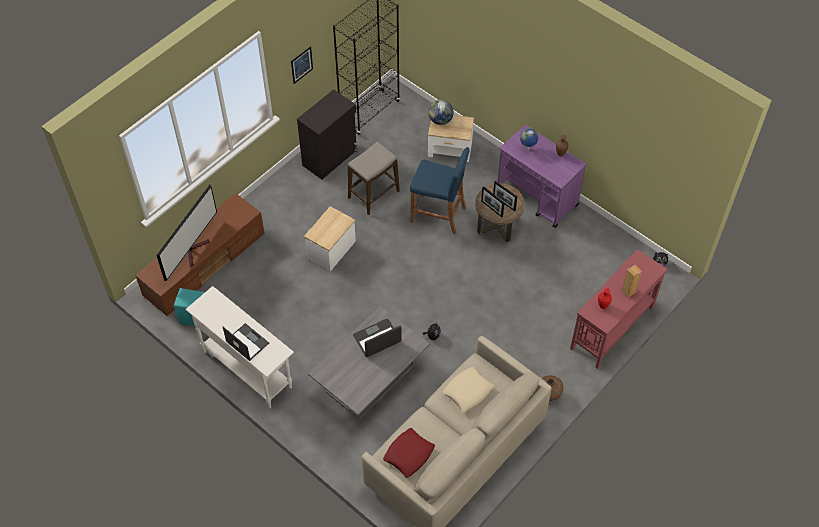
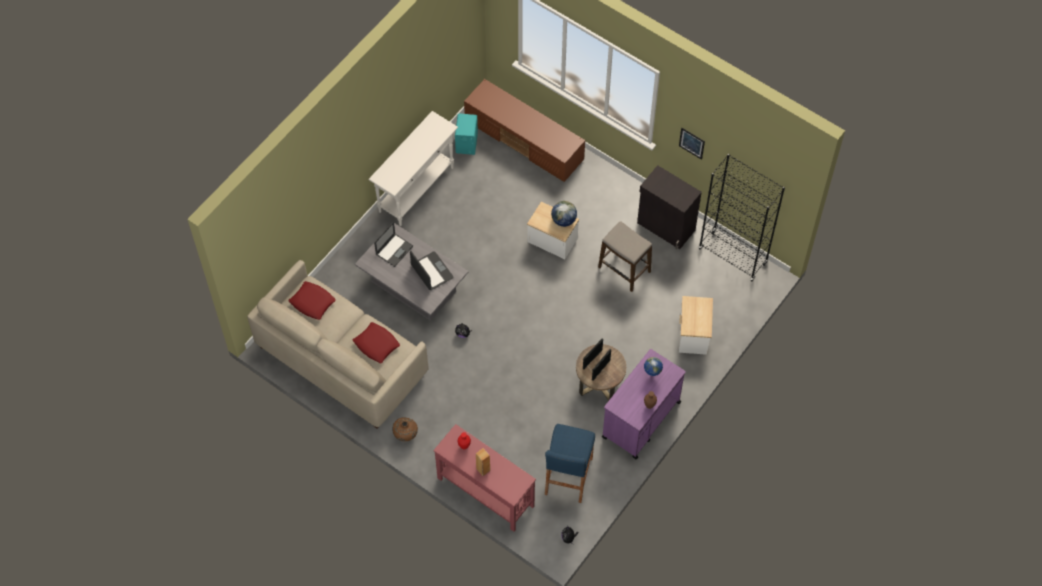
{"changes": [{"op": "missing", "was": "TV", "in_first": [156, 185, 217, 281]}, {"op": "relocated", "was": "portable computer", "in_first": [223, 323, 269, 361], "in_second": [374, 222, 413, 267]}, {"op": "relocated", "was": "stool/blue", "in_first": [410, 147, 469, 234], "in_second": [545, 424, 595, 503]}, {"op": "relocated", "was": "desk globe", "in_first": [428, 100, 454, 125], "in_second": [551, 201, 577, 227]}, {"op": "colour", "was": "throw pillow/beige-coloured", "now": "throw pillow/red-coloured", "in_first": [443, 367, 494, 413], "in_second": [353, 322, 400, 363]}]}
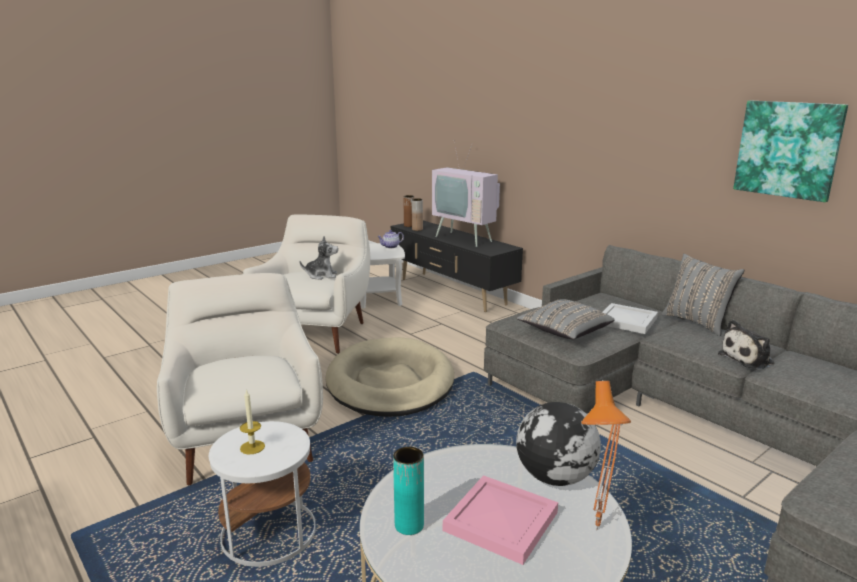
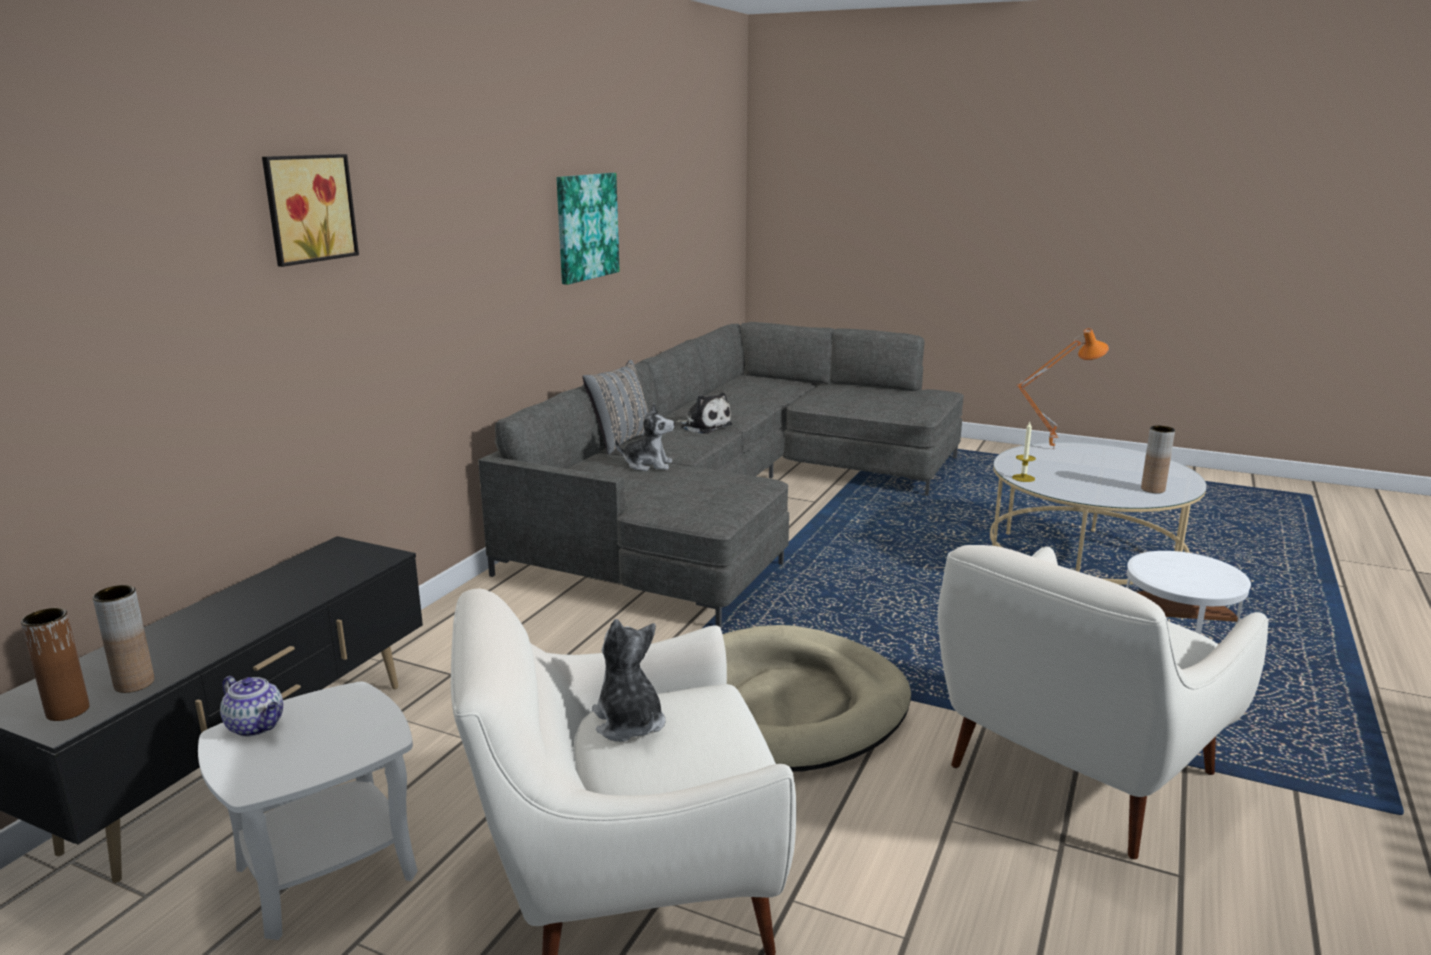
{"changes": [{"op": "missing", "was": "TV", "in_first": [432, 142, 500, 247]}, {"op": "missing", "was": "carrying tray/pink", "in_first": [443, 475, 558, 565]}, {"op": "missing", "was": "desk globe", "in_first": [516, 402, 601, 486]}, {"op": "missing", "was": "throw pillow/greyish", "in_first": [517, 299, 615, 339]}, {"op": "appeared", "now": "wall picture", "in_second": [262, 154, 359, 267]}, {"op": "relocated", "was": "candle", "in_first": [240, 389, 265, 454], "in_second": [1012, 422, 1036, 482]}, {"op": "exchanged", "was": "carrying tray/white-coloured", "now": "plush toy", "in_first": [603, 303, 658, 334], "in_second": [615, 403, 675, 471]}, {"op": "colour", "was": "vase/blue-green", "now": "vase/brown-coloured", "in_first": [393, 447, 424, 535], "in_second": [1141, 426, 1175, 493]}]}
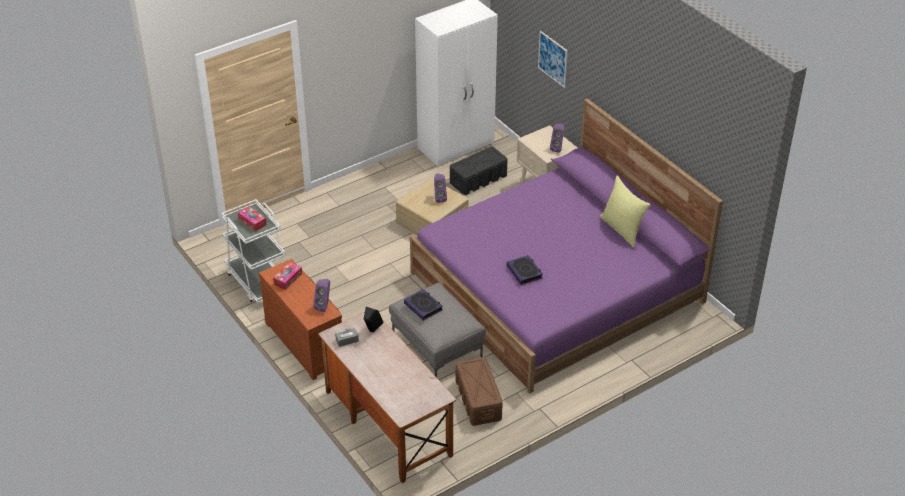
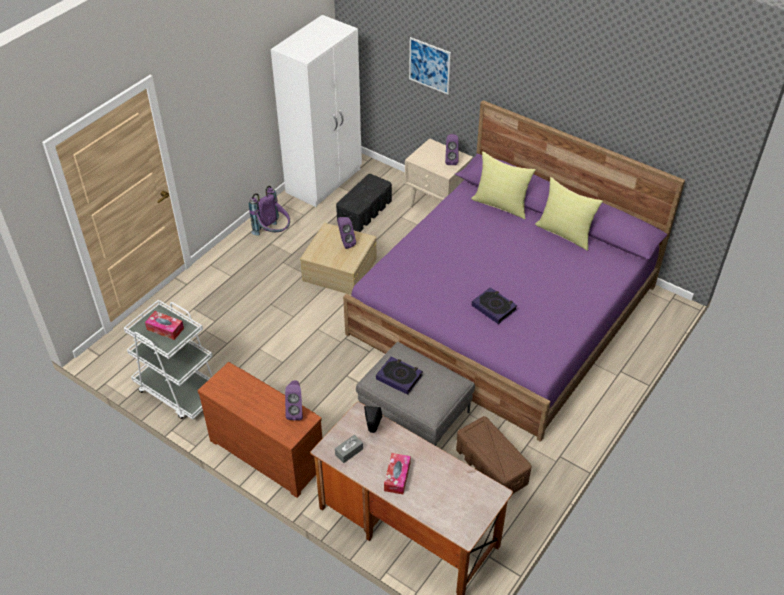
{"changes": [{"op": "appeared", "now": "backpack/purplish", "in_second": [249, 186, 290, 235]}, {"op": "appeared", "now": "throw pillow/yellowish", "in_second": [471, 151, 536, 219]}, {"op": "relocated", "was": "box of tissues", "in_first": [273, 262, 302, 290], "in_second": [384, 453, 411, 494]}]}
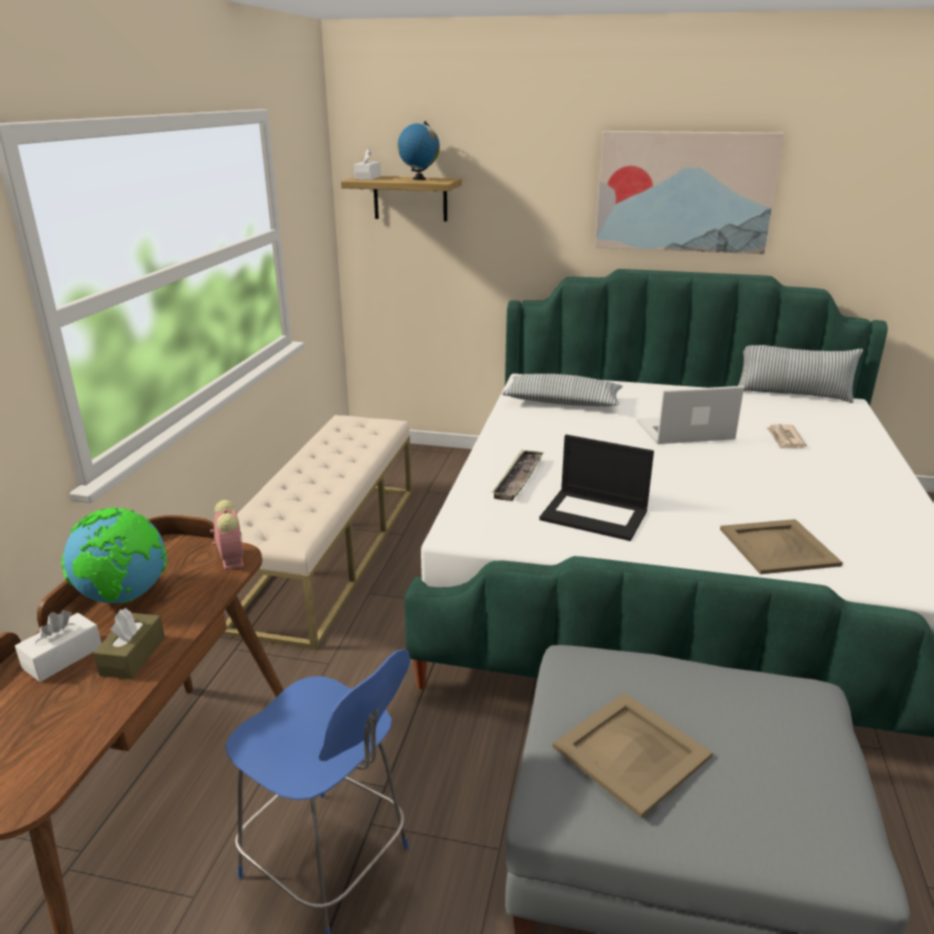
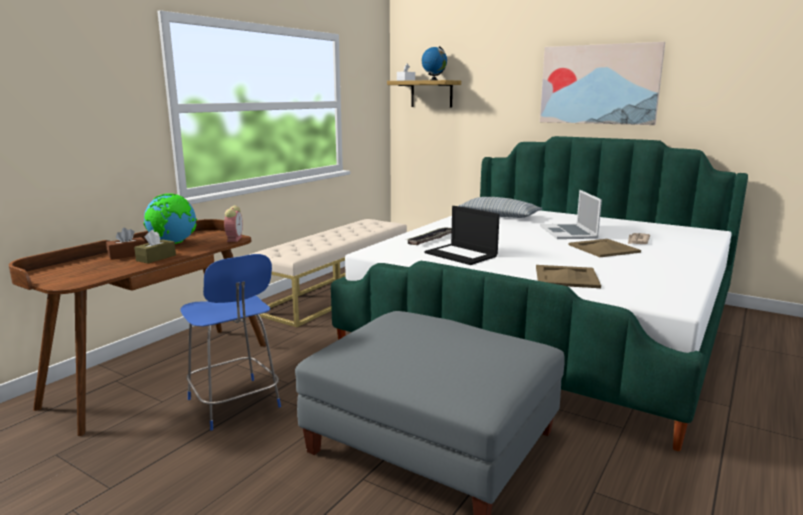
{"changes": [{"op": "missing", "was": "throw pillow", "in_first": [738, 345, 863, 403]}, {"op": "relocated", "was": "carrying tray/beige-coloured", "in_first": [552, 693, 713, 818], "in_second": [569, 239, 641, 257]}, {"op": "colour", "was": "box of tissues/white-coloured", "now": "box of tissues/brown-coloured", "in_first": [15, 610, 102, 682], "in_second": [106, 228, 146, 260]}, {"op": "spun", "was": "portable computer", "in_first": [637, 386, 744, 444], "in_second": [540, 190, 602, 239], "clockwise": -105}]}
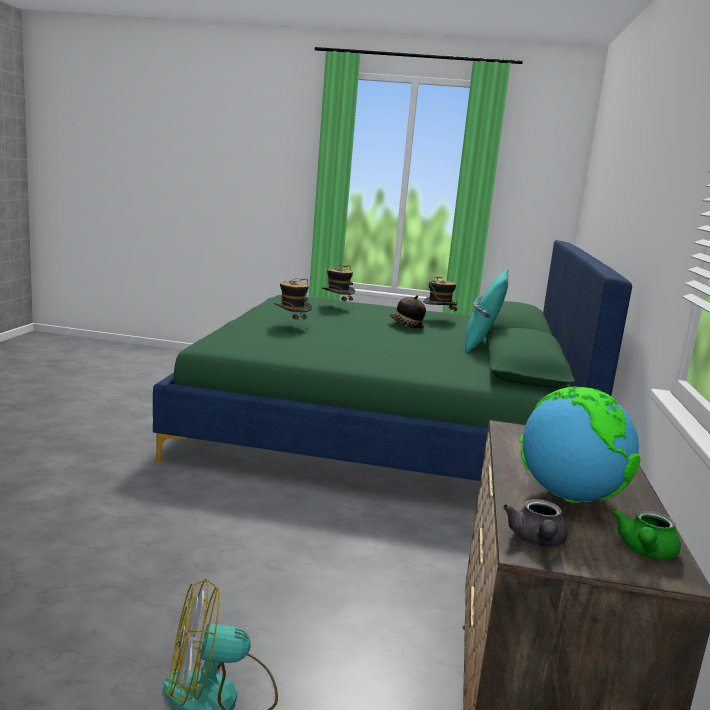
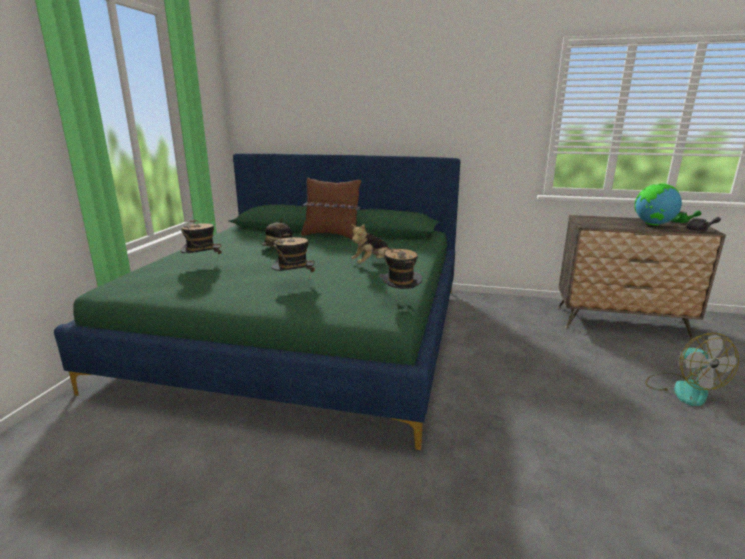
{"changes": [{"op": "appeared", "now": "plush toy", "in_second": [351, 224, 390, 264]}, {"op": "relocated", "was": "clothing hat", "in_first": [423, 276, 458, 314], "in_second": [379, 248, 422, 289]}, {"op": "colour", "was": "throw pillow/blue-green", "now": "throw pillow/brown-coloured", "in_first": [465, 269, 508, 352], "in_second": [301, 178, 361, 239]}]}
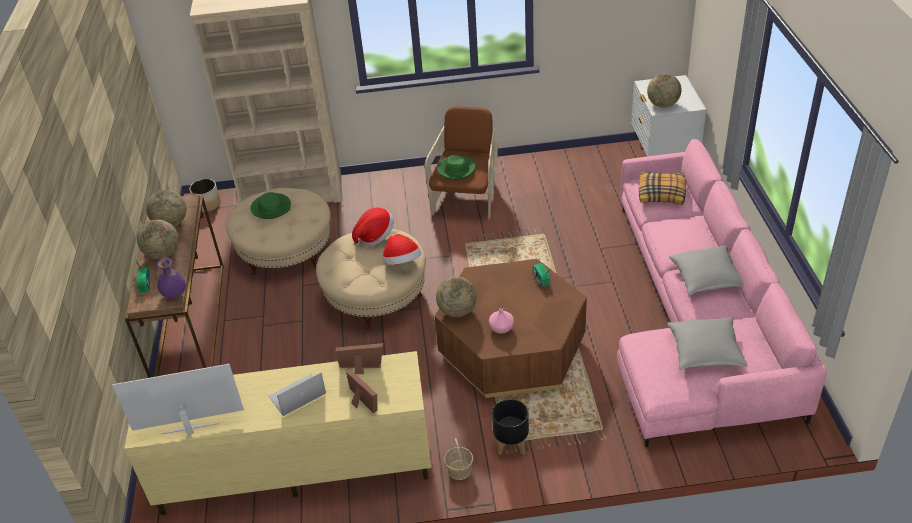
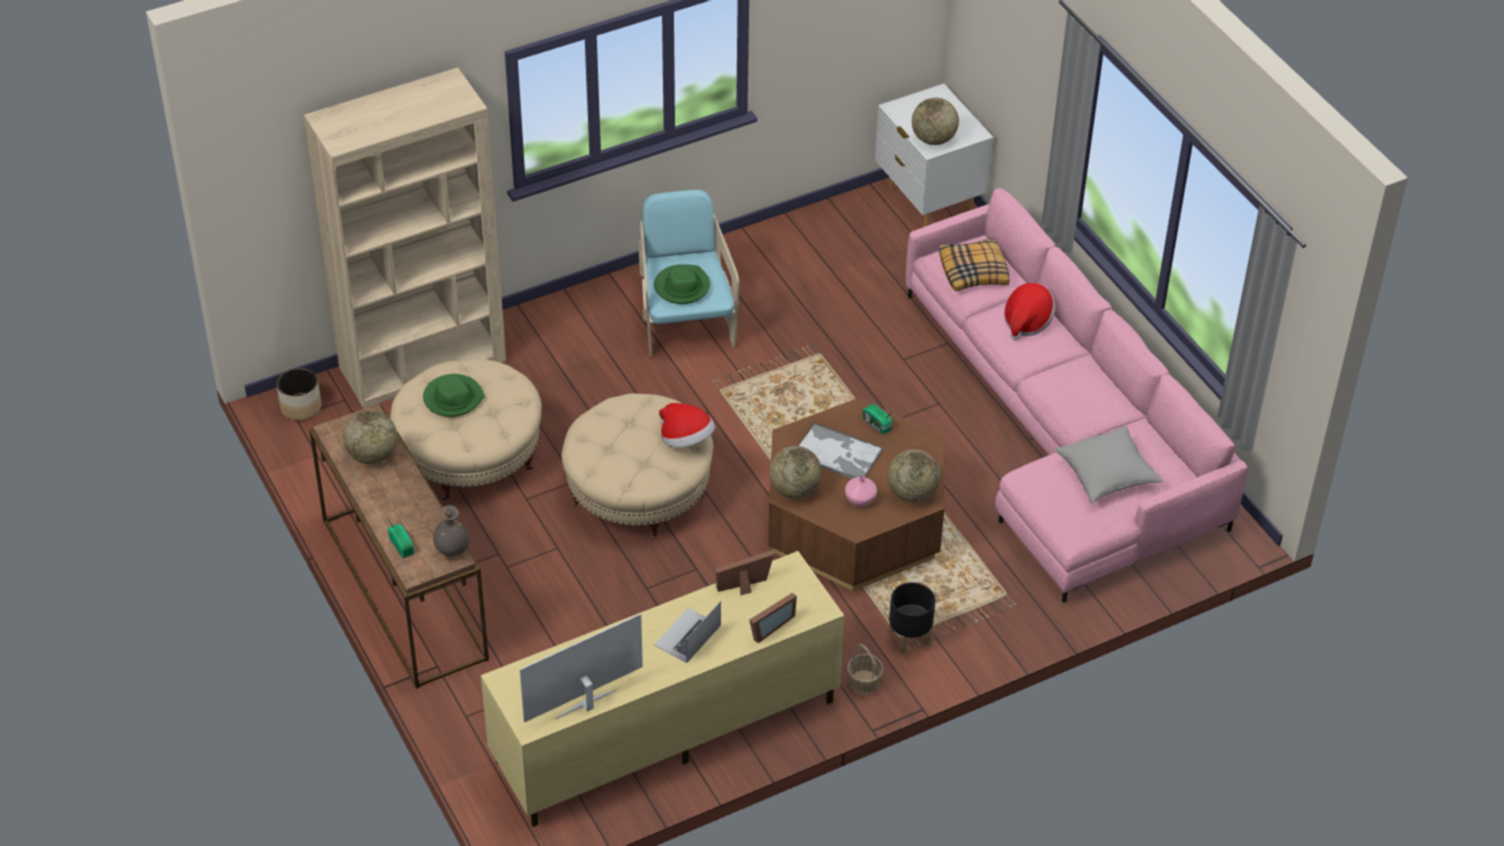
{"changes": [{"op": "missing", "was": "throw pillow/greyish", "in_first": [669, 245, 744, 295]}, {"op": "appeared", "now": "carrying tray", "in_second": [798, 422, 884, 479]}, {"op": "relocated", "was": "desk globe", "in_first": [137, 219, 179, 259], "in_second": [888, 449, 940, 502]}, {"op": "relocated", "was": "clothing hat", "in_first": [352, 208, 394, 246], "in_second": [1004, 283, 1055, 340]}, {"op": "colour", "was": "vase/purplish", "now": "vase/greyish", "in_first": [157, 258, 186, 298], "in_second": [433, 505, 470, 557]}, {"op": "colour", "was": "lounge chair/brown-coloured", "now": "lounge chair/blue-green", "in_first": [425, 106, 498, 220], "in_second": [638, 190, 739, 357]}, {"op": "spun", "was": "standing frame", "in_first": [346, 369, 377, 413], "in_second": [749, 593, 797, 643], "clockwise": 105}]}
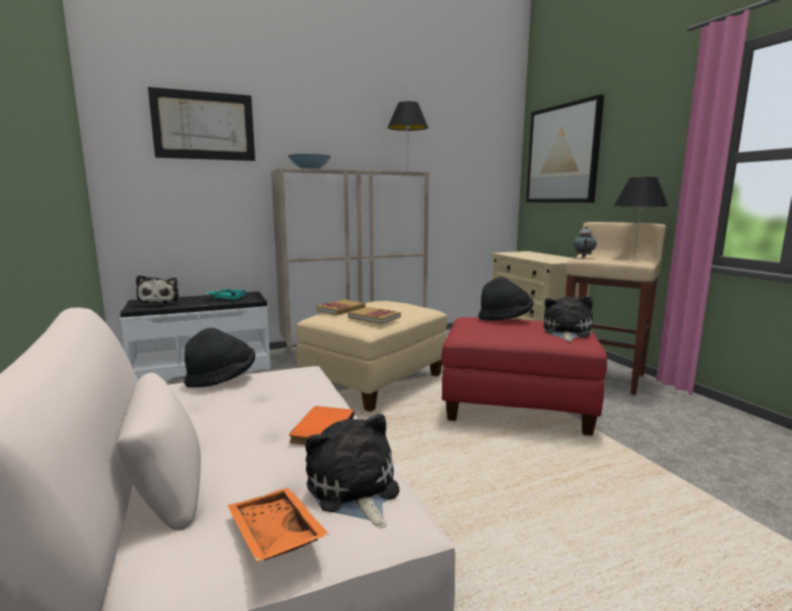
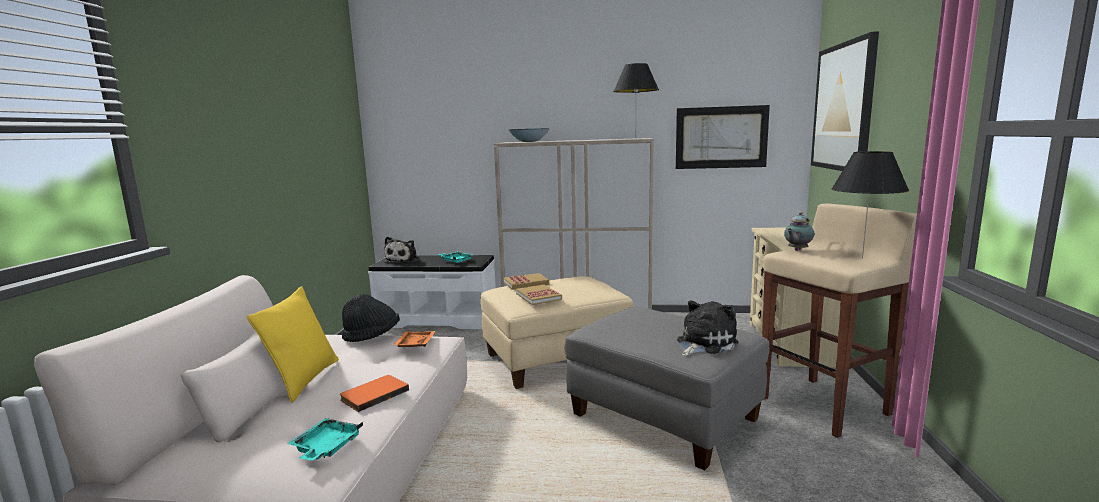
{"changes": [{"op": "missing", "was": "clothing hat/black-coloured", "in_first": [478, 277, 533, 321]}, {"op": "appeared", "now": "throw pillow/yellowish", "in_second": [247, 286, 339, 403]}, {"op": "relocated", "was": "wall picture", "in_first": [148, 87, 255, 161], "in_second": [676, 105, 770, 169]}, {"op": "relocated", "was": "carrying tray/orange-coloured", "in_first": [227, 487, 330, 562], "in_second": [393, 331, 435, 347]}, {"op": "exchanged", "was": "plush toy", "now": "carrying tray/blue-green", "in_first": [305, 413, 399, 528], "in_second": [287, 418, 363, 461]}, {"op": "colour", "was": "pouffe/red-coloured", "now": "pouffe/greyish", "in_first": [441, 317, 607, 436], "in_second": [565, 307, 769, 470]}]}
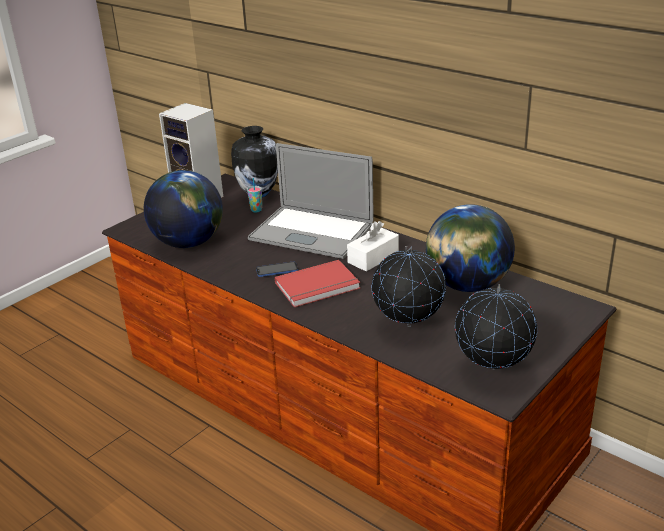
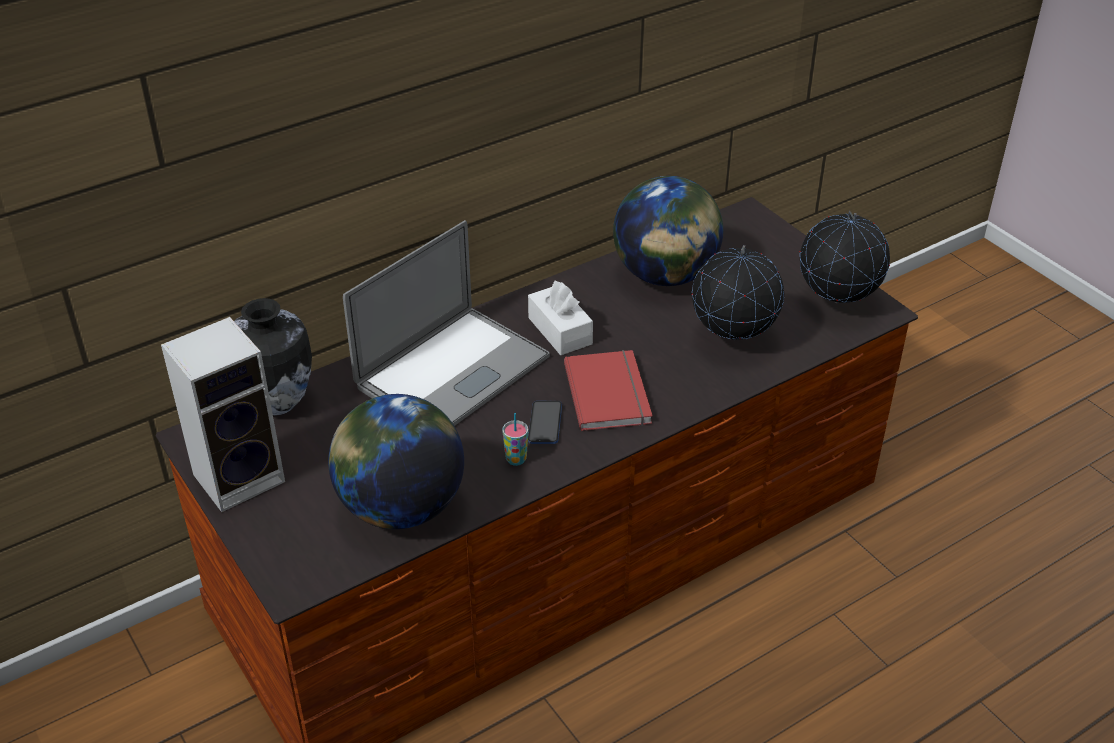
{"changes": [{"op": "relocated", "was": "drinking cup", "in_first": [247, 178, 262, 212], "in_second": [502, 413, 528, 466]}]}
